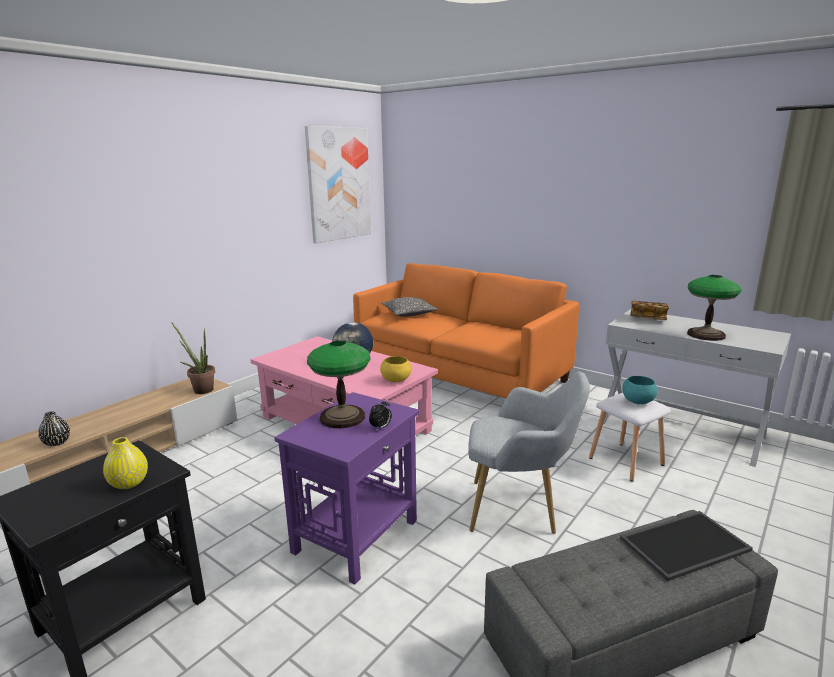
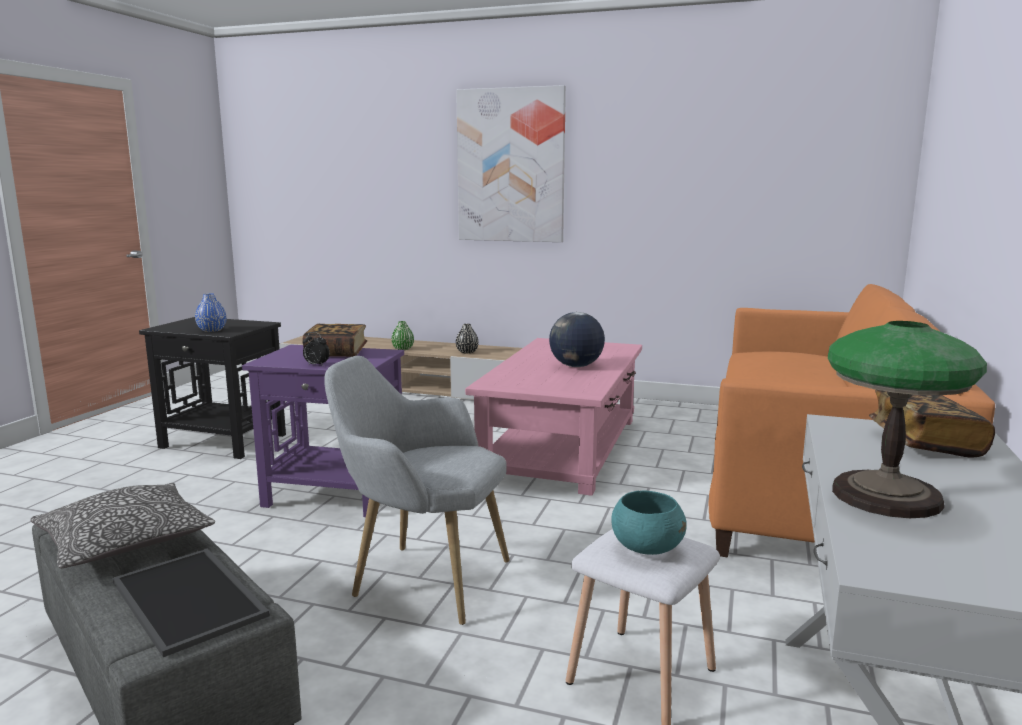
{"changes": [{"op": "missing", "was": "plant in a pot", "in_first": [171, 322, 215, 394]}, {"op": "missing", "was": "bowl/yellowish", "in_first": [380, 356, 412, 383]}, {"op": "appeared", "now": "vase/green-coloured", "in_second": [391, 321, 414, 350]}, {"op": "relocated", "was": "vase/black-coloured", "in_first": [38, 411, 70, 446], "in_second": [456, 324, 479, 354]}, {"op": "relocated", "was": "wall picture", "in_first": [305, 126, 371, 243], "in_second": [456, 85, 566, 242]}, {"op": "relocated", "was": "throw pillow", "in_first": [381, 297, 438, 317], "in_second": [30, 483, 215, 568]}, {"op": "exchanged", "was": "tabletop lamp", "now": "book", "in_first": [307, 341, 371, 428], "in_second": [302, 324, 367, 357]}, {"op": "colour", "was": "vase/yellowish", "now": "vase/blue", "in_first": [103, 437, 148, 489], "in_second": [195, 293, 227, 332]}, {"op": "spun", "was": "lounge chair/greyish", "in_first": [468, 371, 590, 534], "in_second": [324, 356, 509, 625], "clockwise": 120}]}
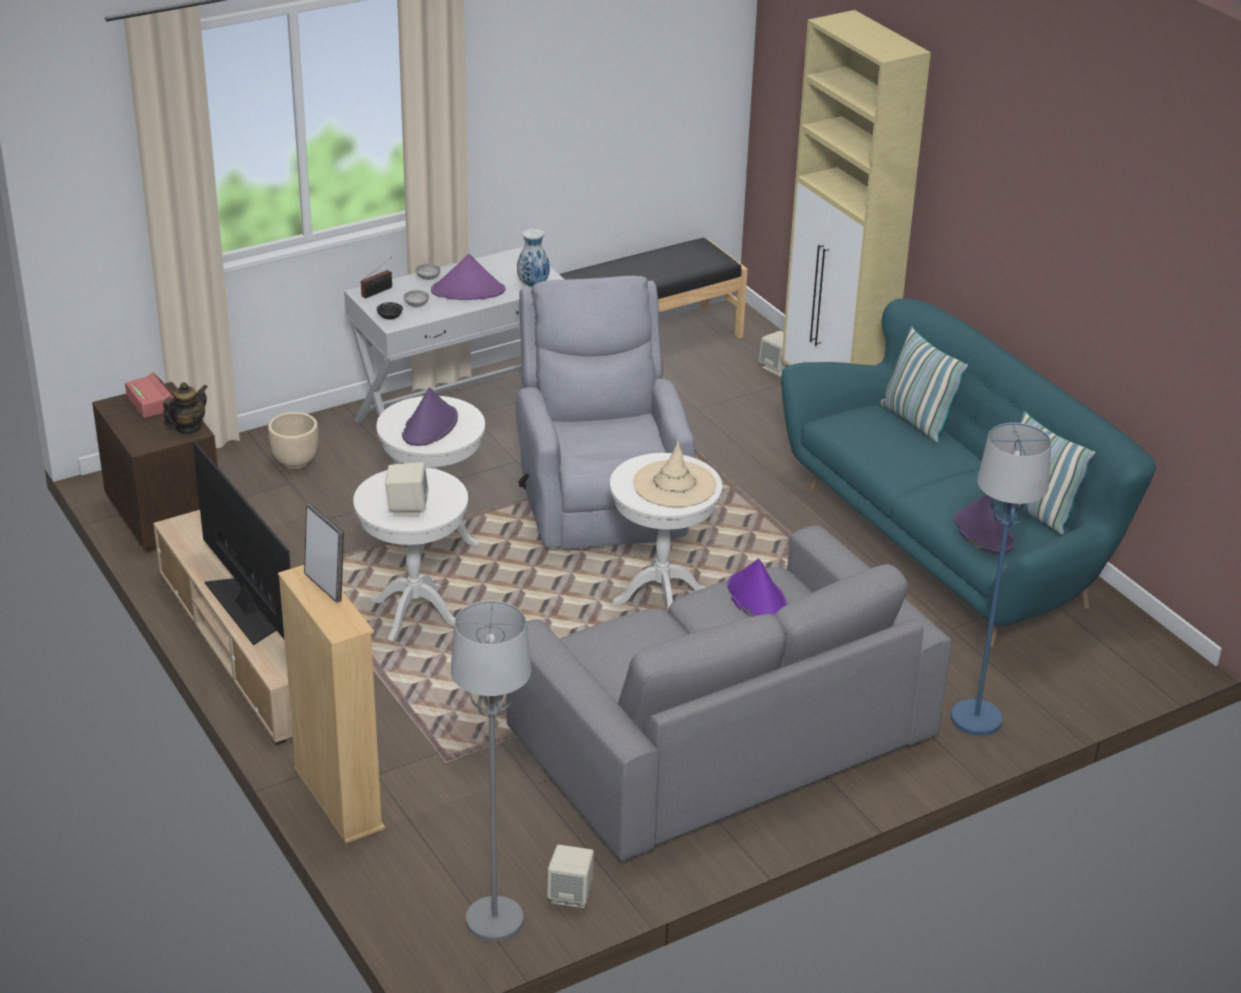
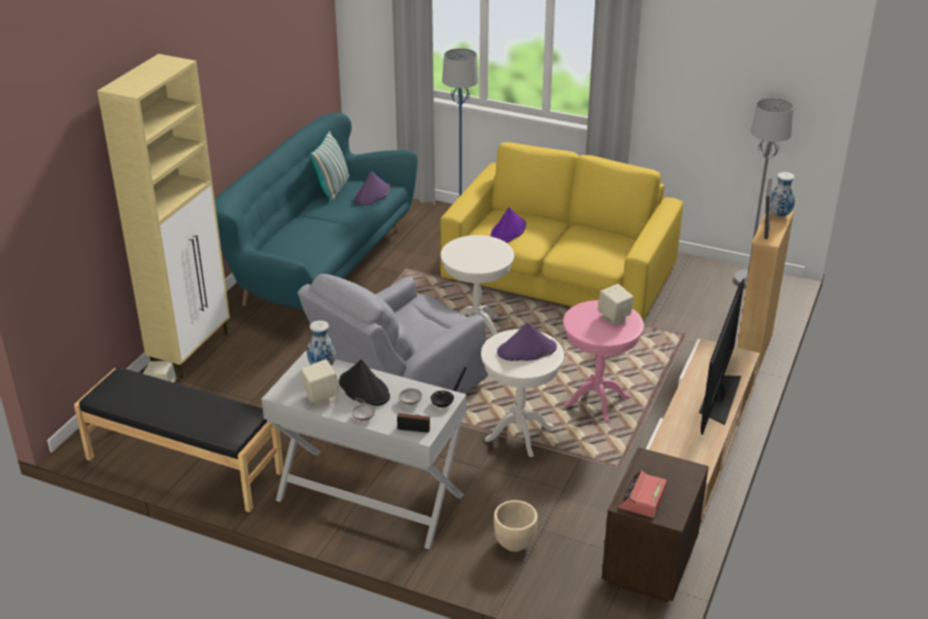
{"changes": [{"op": "missing", "was": "teapot", "in_first": [163, 382, 208, 434]}, {"op": "missing", "was": "clothing hat/beige-coloured", "in_first": [633, 441, 717, 507]}, {"op": "missing", "was": "throw pillow", "in_first": [880, 326, 968, 442]}, {"op": "appeared", "now": "vase", "in_second": [771, 172, 795, 217]}, {"op": "relocated", "was": "loudspeaker/beige-coloured", "in_first": [547, 845, 594, 908], "in_second": [301, 359, 339, 406]}, {"op": "colour", "was": "end table/white-coloured", "now": "end table/pink", "in_first": [353, 467, 468, 641], "in_second": [563, 300, 644, 423]}, {"op": "colour", "was": "clothing hat/purplish", "now": "clothing hat/black-coloured", "in_first": [431, 254, 505, 300], "in_second": [339, 359, 390, 406]}, {"op": "colour", "was": "couch/greyish", "now": "couch/yellowish", "in_first": [507, 525, 952, 861], "in_second": [440, 142, 683, 321]}]}
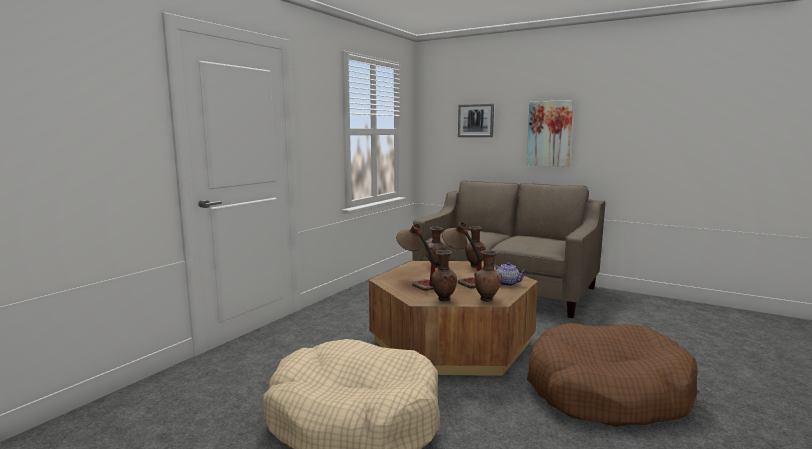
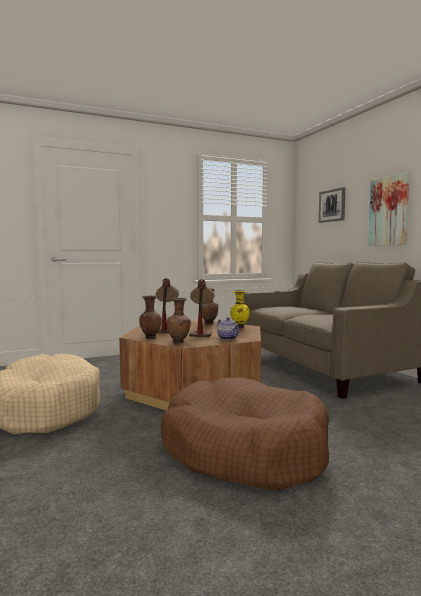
{"changes": [{"op": "colour", "was": "vase/brown-coloured", "now": "vase/yellowish", "in_first": [465, 226, 486, 268], "in_second": [230, 290, 250, 328]}]}
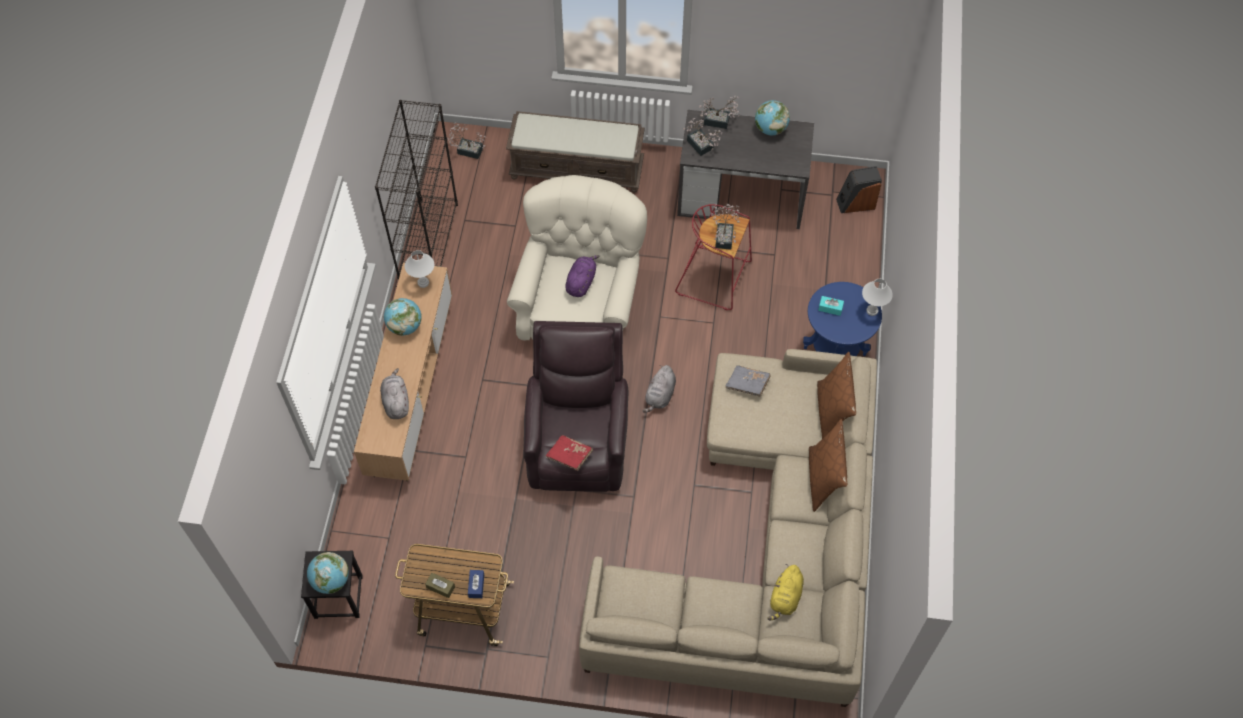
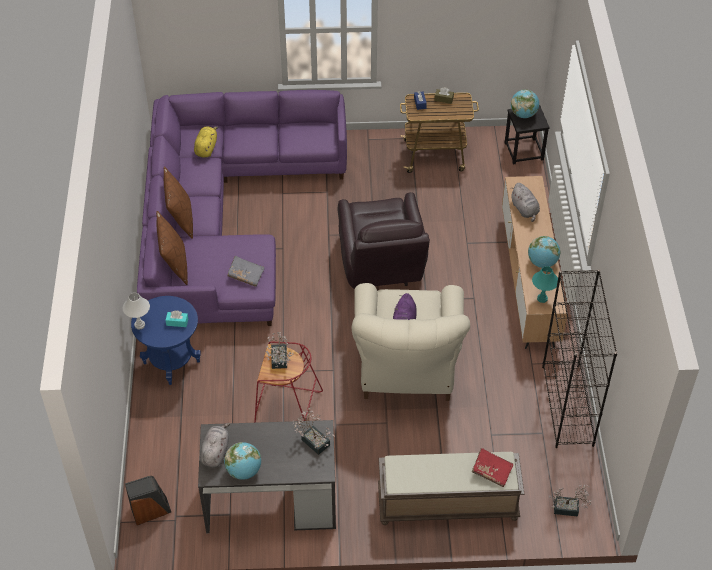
{"changes": [{"op": "missing", "was": "plant in a pot", "in_first": [699, 96, 740, 129]}, {"op": "relocated", "was": "book/red-coloured", "in_first": [546, 435, 593, 471], "in_second": [472, 448, 513, 487]}, {"op": "relocated", "was": "plush toy/greyish", "in_first": [642, 365, 676, 413], "in_second": [200, 423, 230, 468]}, {"op": "colour", "was": "tabletop lamp/white-coloured", "now": "tabletop lamp/blue-green", "in_first": [405, 250, 434, 288], "in_second": [532, 266, 558, 303]}, {"op": "colour", "was": "couch/beige-coloured", "now": "couch/purplish", "in_first": [579, 349, 877, 707], "in_second": [137, 90, 347, 326]}]}
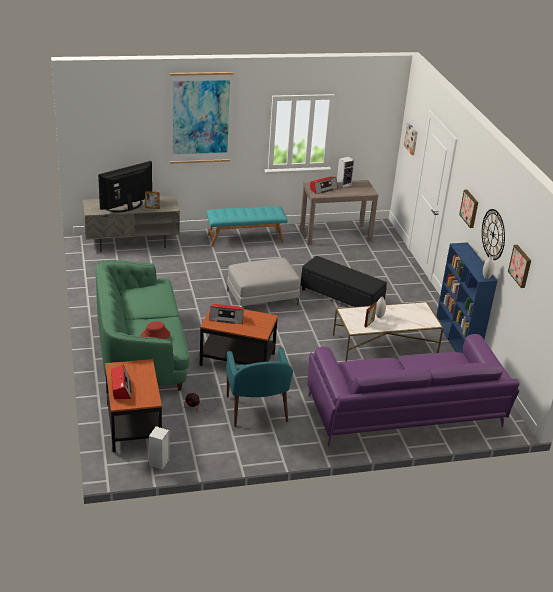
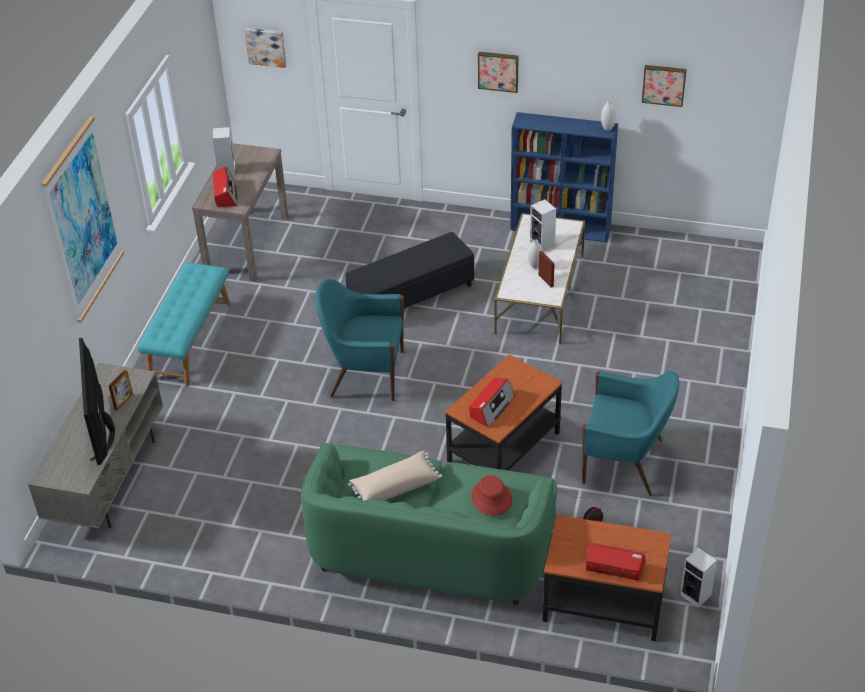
{"changes": [{"op": "missing", "was": "couch/purplish", "in_first": [308, 334, 520, 446]}, {"op": "missing", "was": "wall clock", "in_first": [482, 209, 505, 260]}, {"op": "appeared", "now": "throw pillow/beige-coloured", "in_second": [348, 451, 442, 501]}, {"op": "appeared", "now": "loudspeaker", "in_second": [530, 199, 556, 251]}, {"op": "exchanged", "was": "pouffe/greyish", "now": "lounge chair/blue-green", "in_first": [227, 258, 300, 307], "in_second": [316, 279, 404, 401]}]}
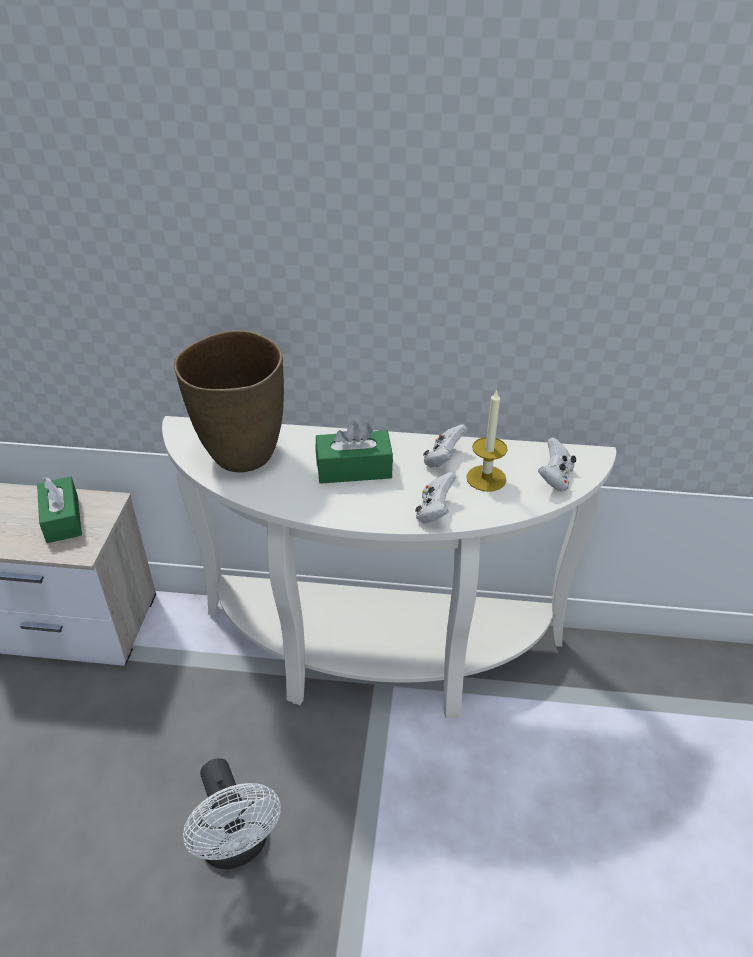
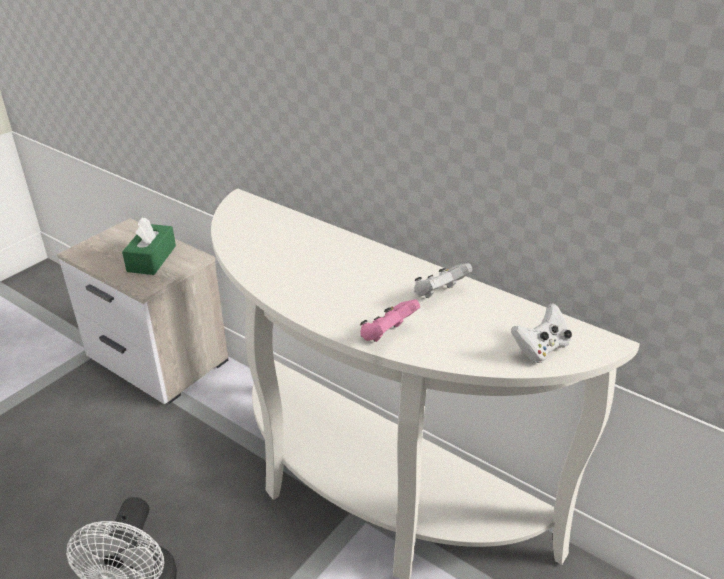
{"changes": [{"op": "missing", "was": "vase/brown-coloured", "in_first": [174, 330, 284, 472]}, {"op": "missing", "was": "box of tissues/green-coloured", "in_first": [316, 420, 393, 484]}, {"op": "missing", "was": "candle", "in_first": [466, 389, 508, 492]}, {"op": "colour", "was": "game controller/white-coloured", "now": "game controller/pink", "in_first": [415, 472, 456, 523], "in_second": [360, 299, 420, 342]}]}
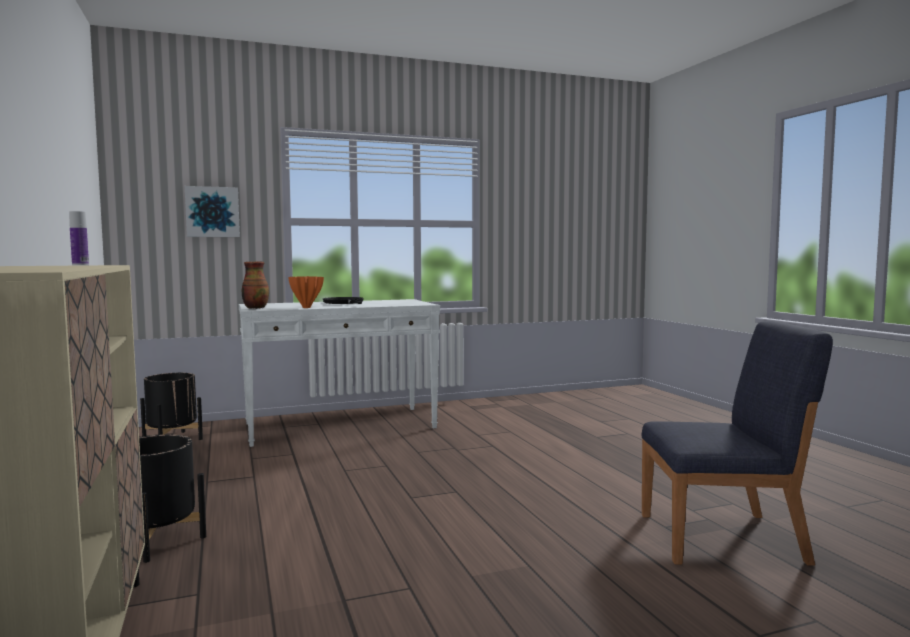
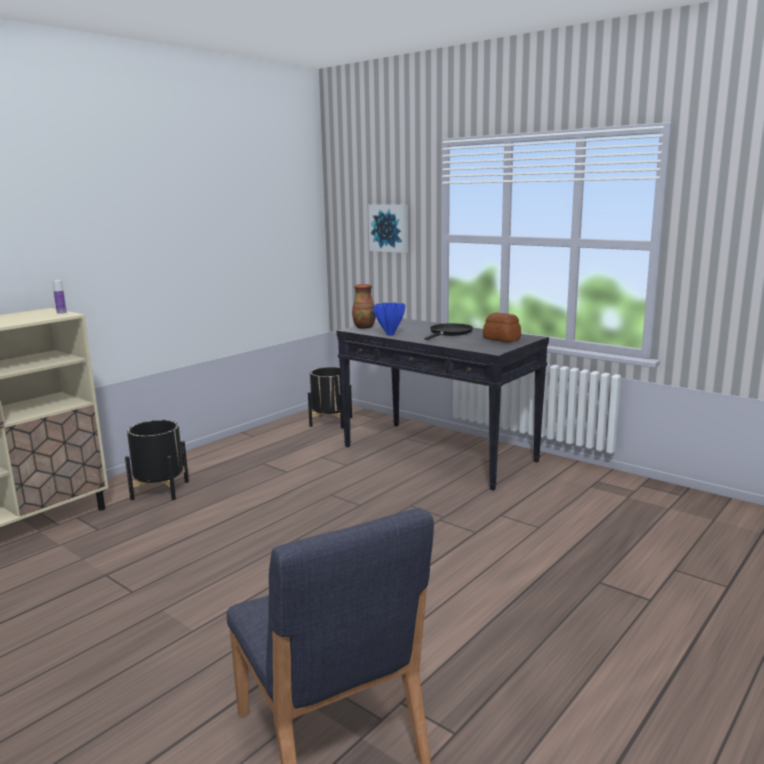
{"changes": [{"op": "appeared", "now": "bakery bread", "in_second": [483, 312, 521, 343]}, {"op": "colour", "was": "narrow table/white-coloured", "now": "narrow table/black-coloured", "in_first": [239, 299, 440, 447], "in_second": [337, 318, 549, 491]}, {"op": "colour", "was": "vase/orange-coloured", "now": "vase/blue", "in_first": [288, 276, 324, 308], "in_second": [373, 303, 405, 336]}]}
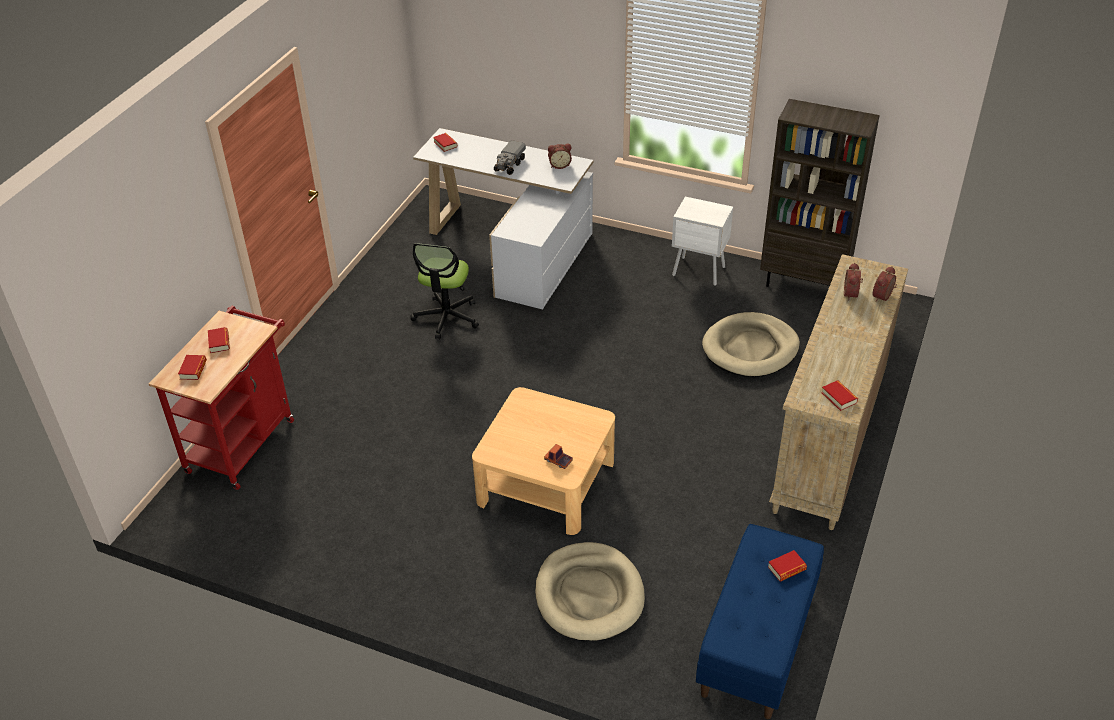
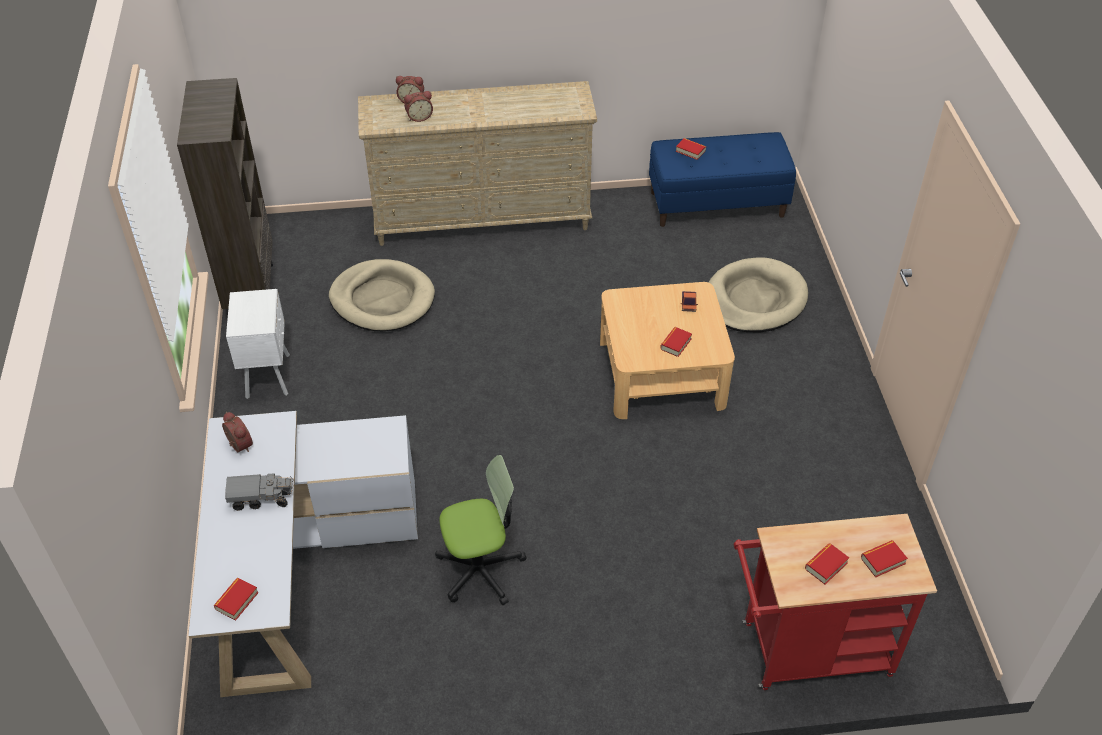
{"changes": [{"op": "relocated", "was": "book", "in_first": [821, 380, 858, 411], "in_second": [660, 327, 692, 357]}]}
